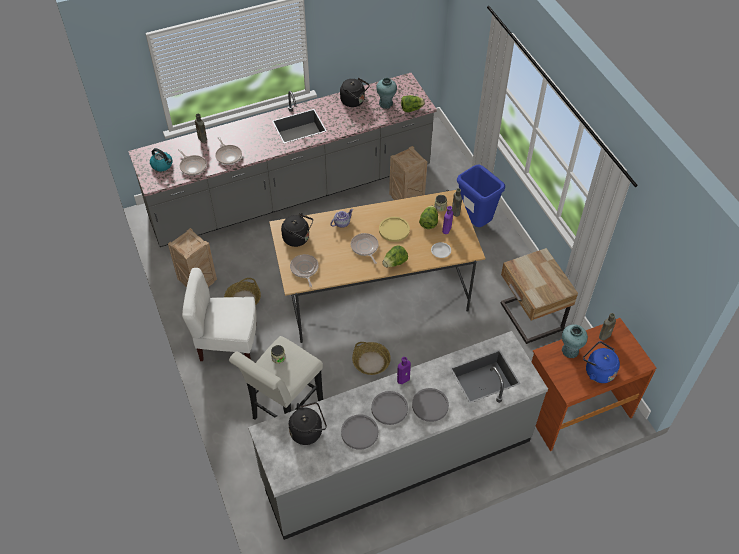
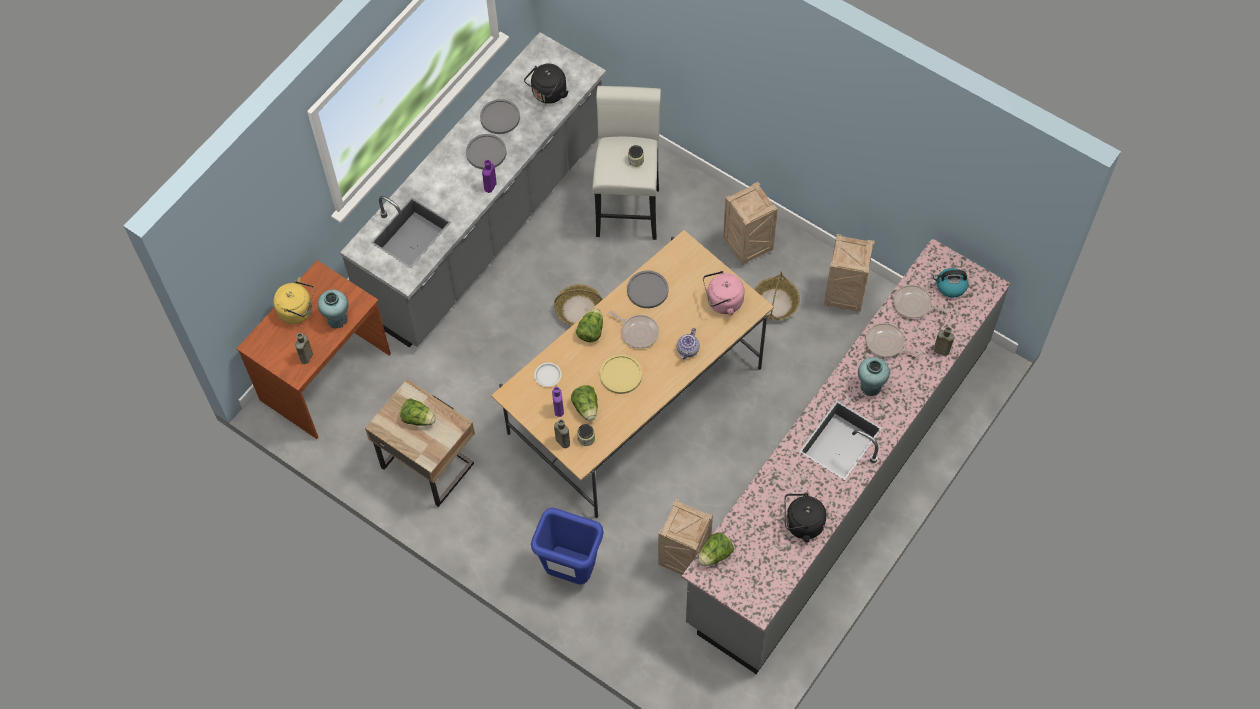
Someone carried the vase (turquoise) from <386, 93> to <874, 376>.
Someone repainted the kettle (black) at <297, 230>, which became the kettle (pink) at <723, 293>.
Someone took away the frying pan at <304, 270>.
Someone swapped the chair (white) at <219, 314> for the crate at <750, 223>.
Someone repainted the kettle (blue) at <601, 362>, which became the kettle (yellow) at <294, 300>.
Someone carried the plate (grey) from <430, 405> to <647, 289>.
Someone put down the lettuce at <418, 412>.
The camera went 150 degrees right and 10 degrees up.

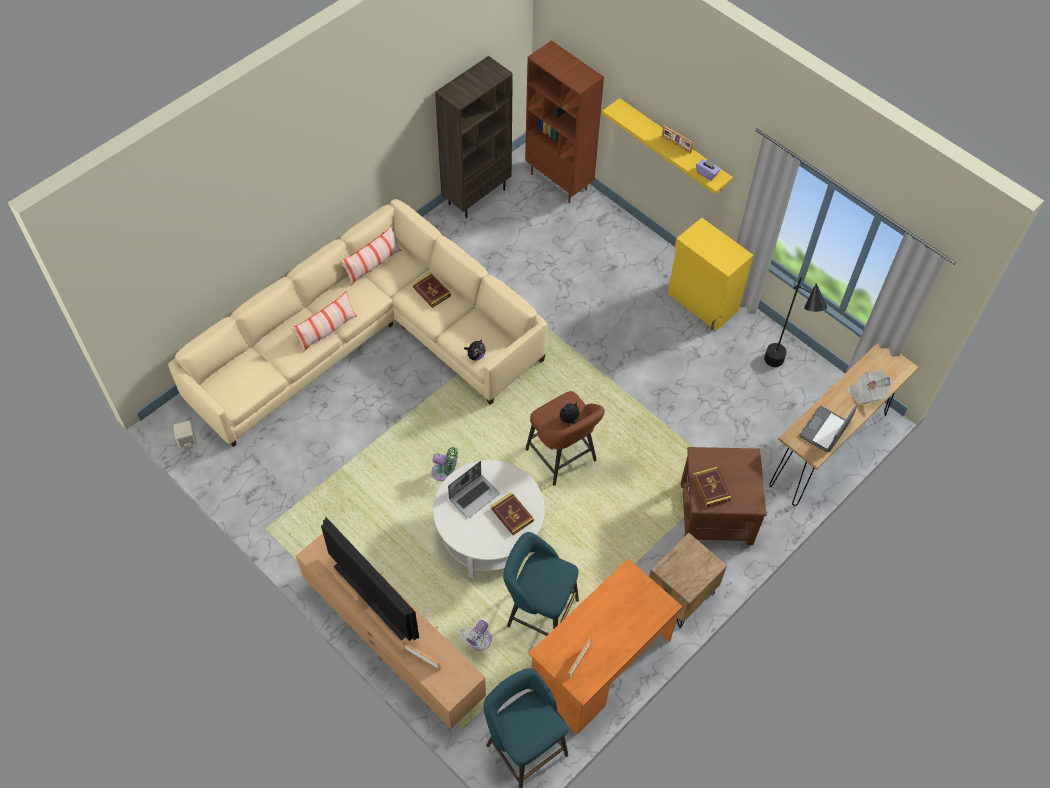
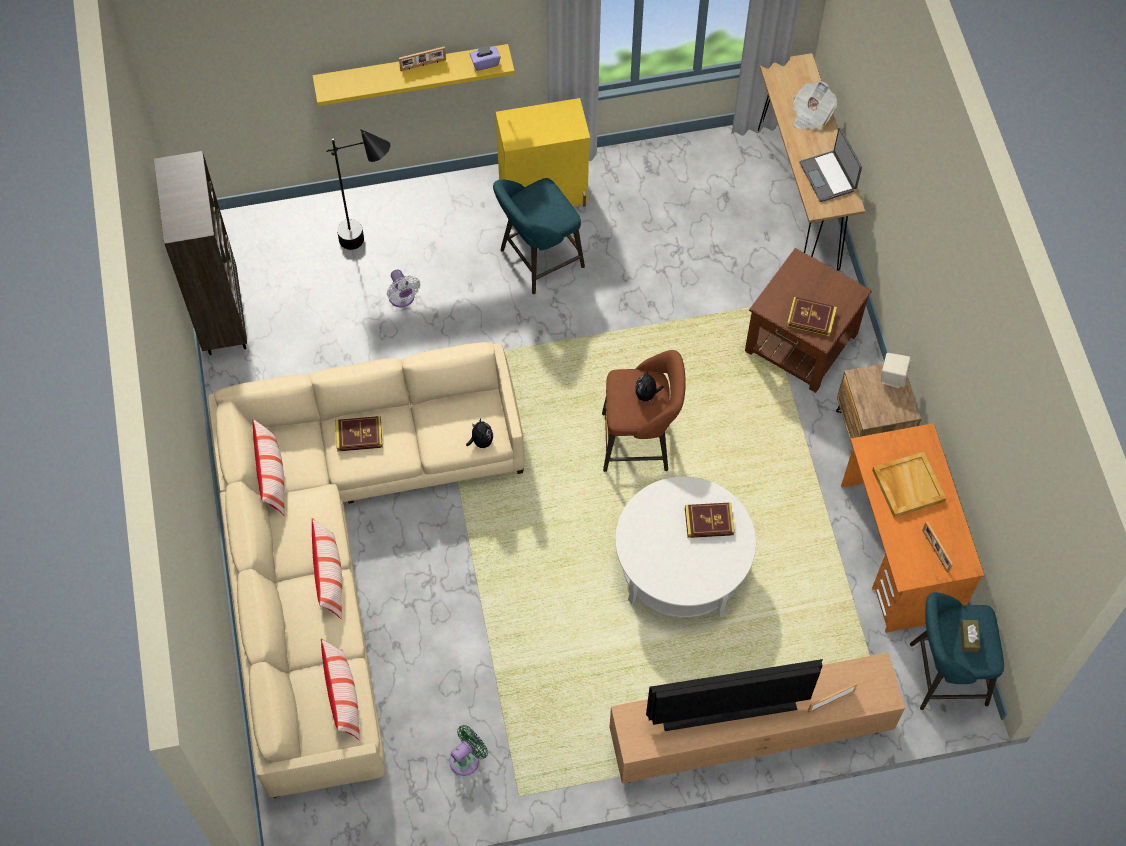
Someone took away the bookcase (brown) at <564, 121>.
Someone carried the floor lamp (black) from <795, 322> to <358, 189>.
Someone carried the speaker (beige) from <185, 434> to <896, 370>.
Someone carried the fan (green) from <445, 464> to <468, 750>.
Someone took away the laptop at <474, 489>.
Someone carried the stool (turquoise) from <541, 584> to <539, 236>.
Someone carried the fan (white) from <476, 635> to <404, 288>.
Someone put down the tray (beige) at <909, 485>.
Someone put down the tissue box (brown) at <970, 636>.
Someone put down the pillow at <340, 689>.
The camera went 55 degrees left and 5 degrees up.

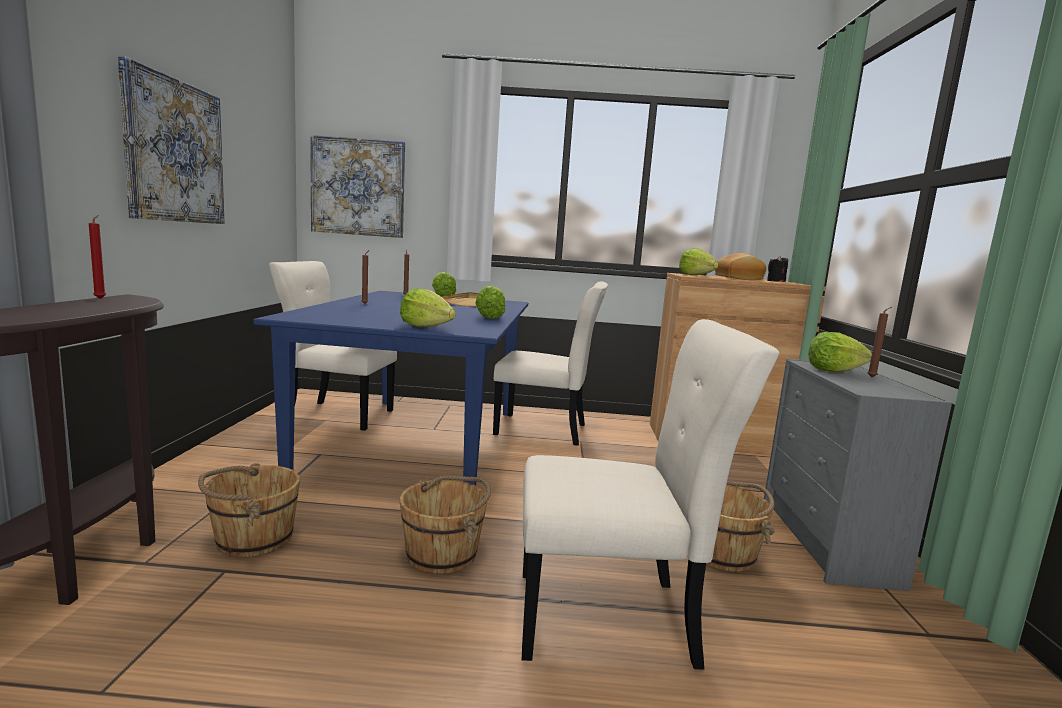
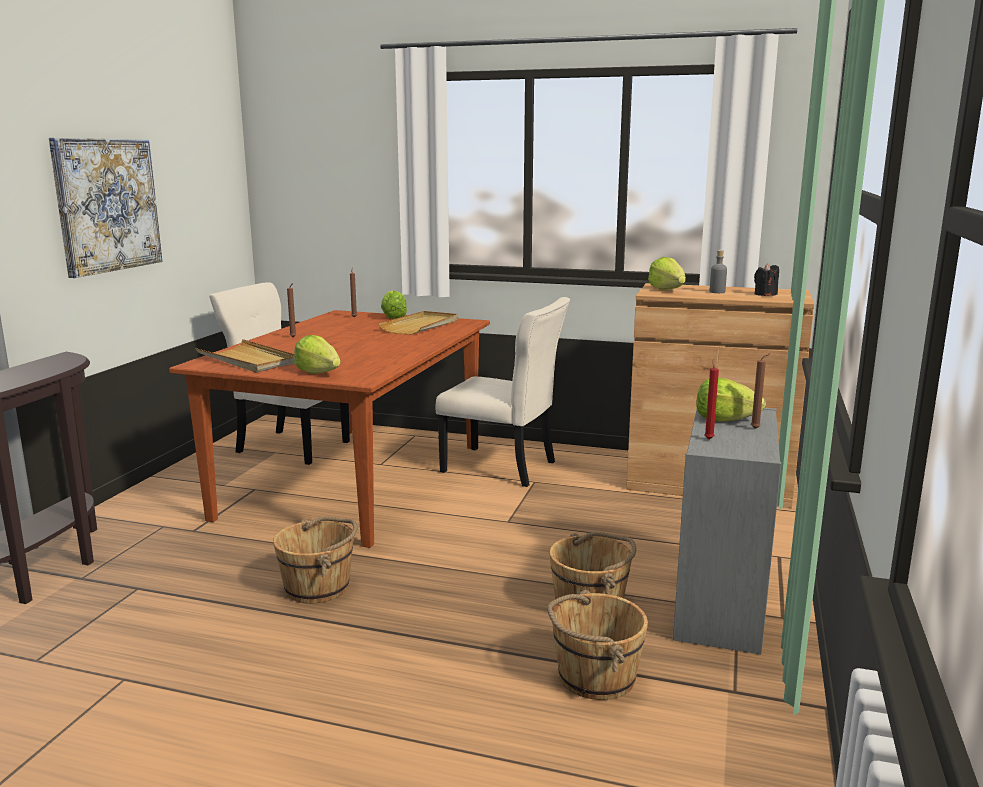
Someone took away the picture at <357, 186>.
Someone carried the candle (red) from <97, 257> to <711, 399>.
Someone swapped the bread at <740, 266> for the bottle (grey) at <718, 271>.
Someone took away the lettuce at <490, 302>.
Someone repainted the dining table (blue) at <390, 388>, which became the dining table (brown) at <329, 429>.
Someone took away the chair (beige) at <651, 494>.
Someone carried the bucket (brown) from <249, 510> to <597, 645>.
Someone put down the tray (beige) at <245, 356>.
The camera went 15 degrees right and 5 degrees up.

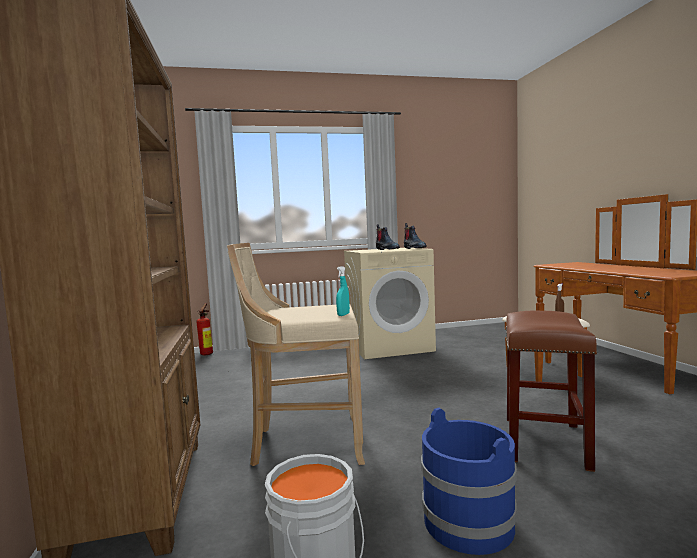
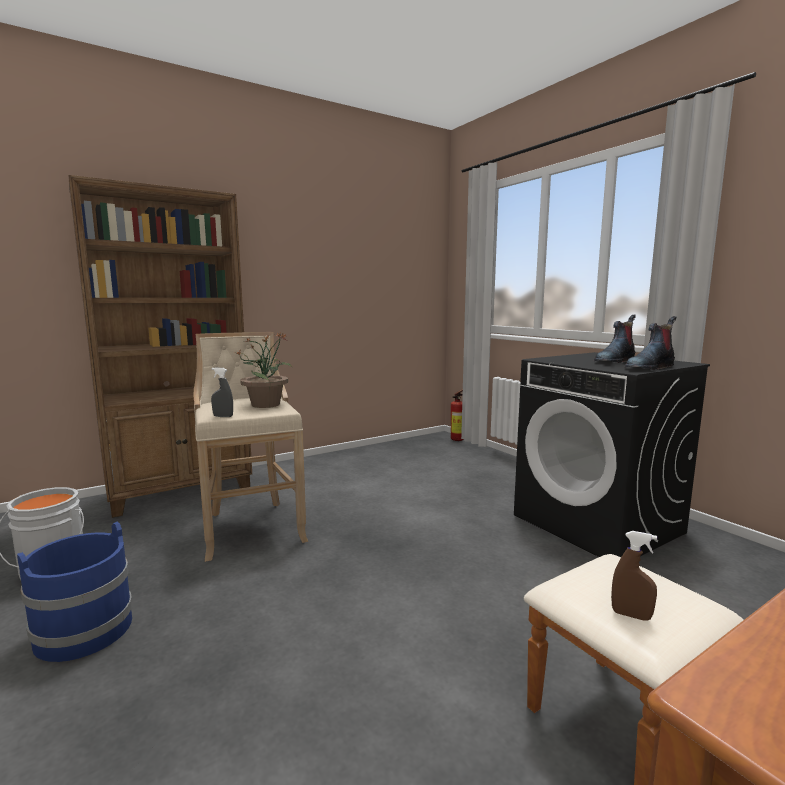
Someone repainted the washing machine (beige) at <390, 303>, which became the washing machine (black) at <612, 454>.
Someone repainted the spray bottle (turquoise) at <343, 291>, which became the spray bottle (grey) at <222, 392>.
Someone took away the stool (brown) at <551, 391>.
Someone put down the potted plant at <265, 370>.
The camera went 70 degrees right and 5 degrees up.

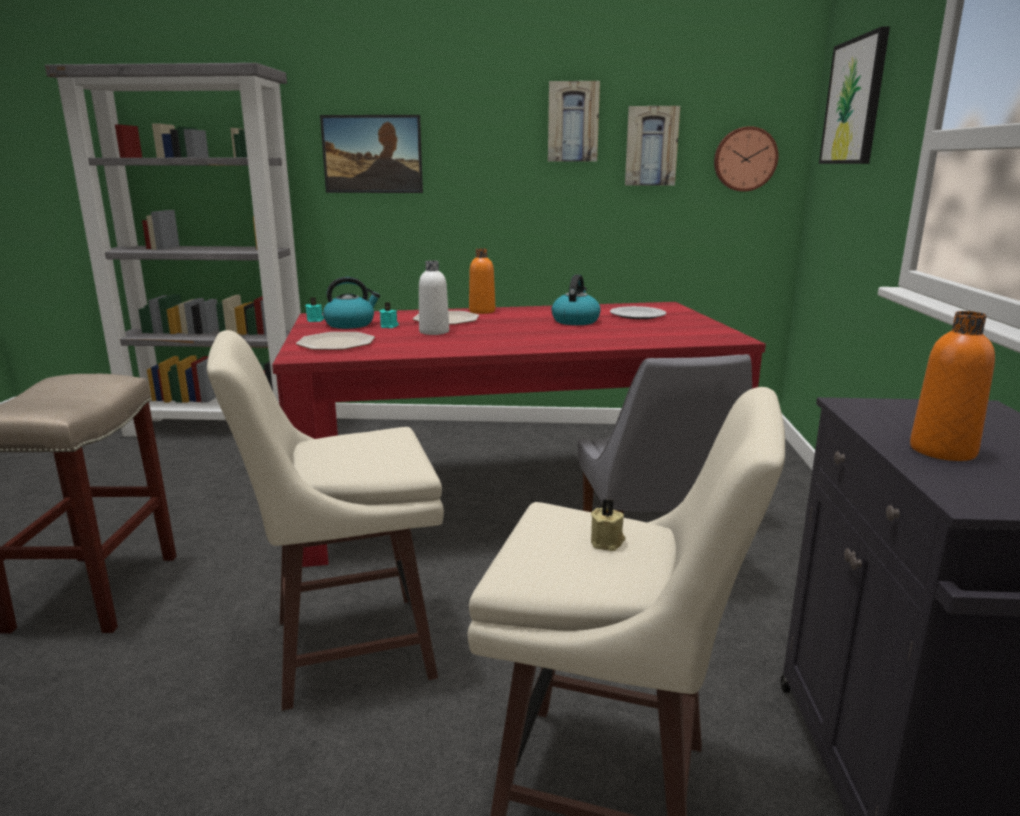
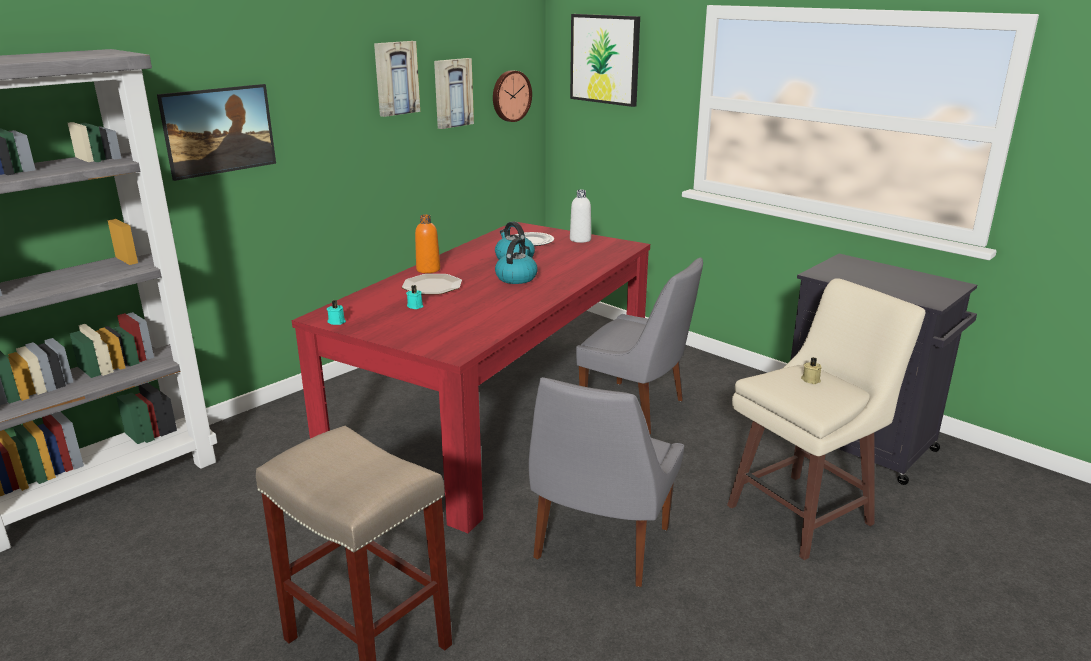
Someone carried the bottle (white) from <434, 297> to <580, 216>.
Someone carried the kettle from <351, 303> to <516, 261>.
Someone took away the bottle (orange) at <952, 386>.
Someone swapped the stool (beige) at <325, 520> for the chair (grey) at <606, 482>.
Someone took away the plate at <335, 341>.
The camera went 50 degrees left and 5 degrees up.

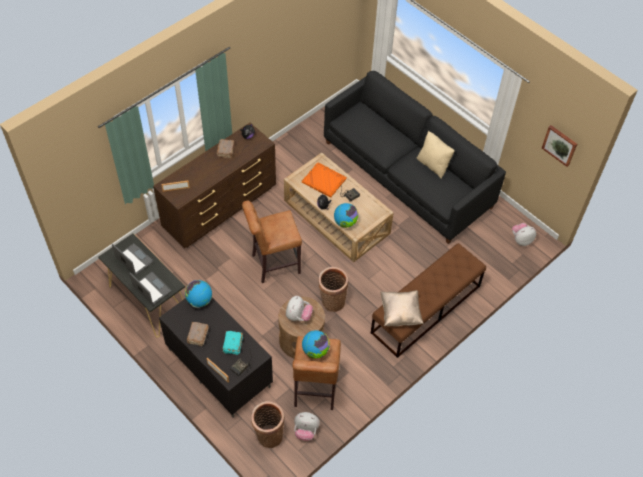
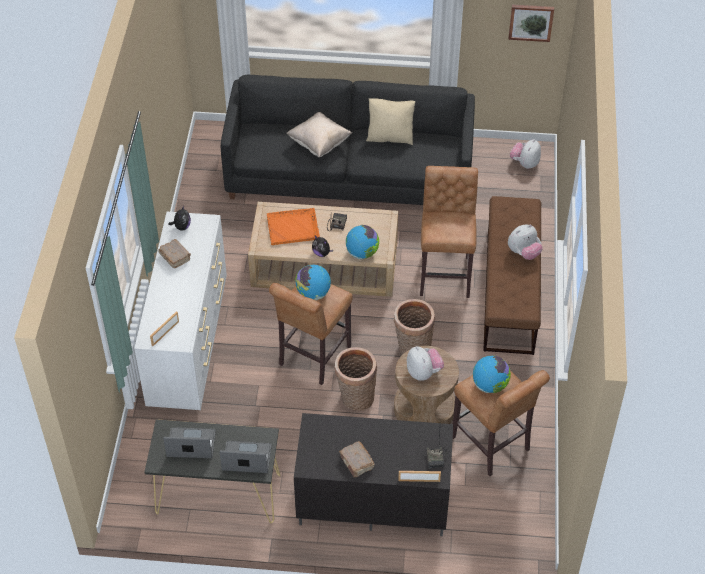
Someone repainted the dresser (brown) at <214, 185>, which became the dresser (white) at <180, 311>.
Someone carried the globe from <198, 294> to <313, 282>.
Someone carried the pillow (beige) from <402, 308> to <319, 134>.
Someone took away the book (turquoise) at <232, 343>.
Someone carried the basket from <268, 424> to <355, 379>.
Someone carried the plush toy from <307, 426> to <525, 242>.
Someone put down the stool (brown) at <449, 232>.
The camera went 40 degrees left and 5 degrees down.

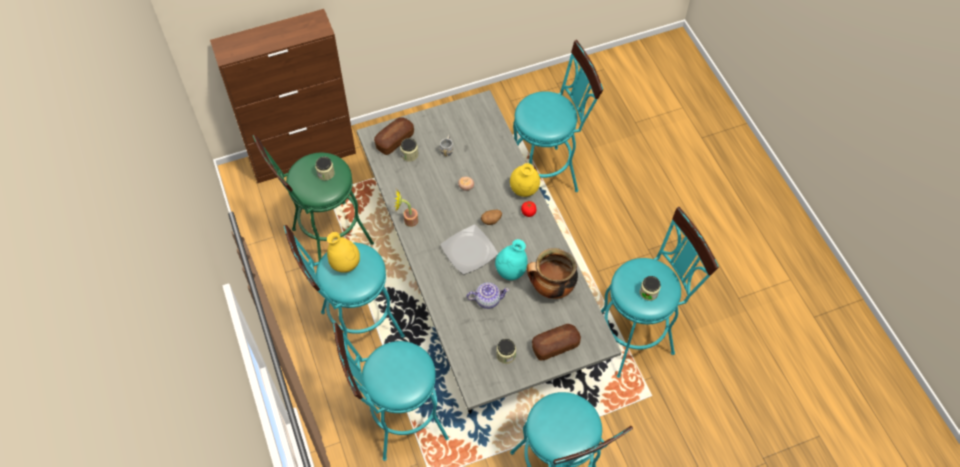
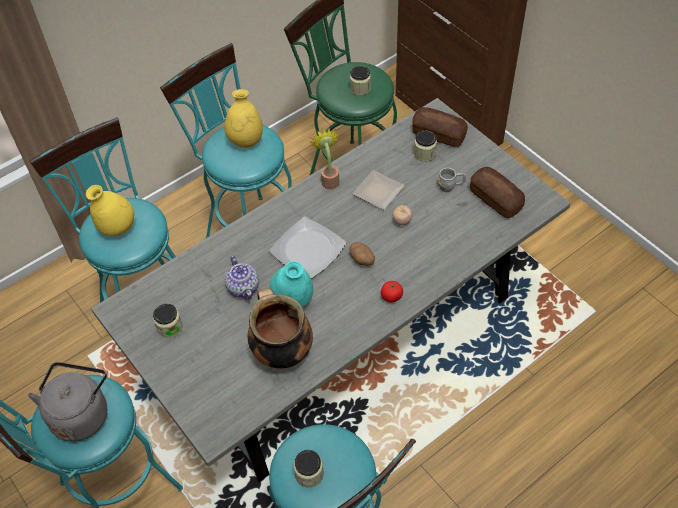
Someone took away the stool (turquoise) at <558, 116>.
Someone carried the vase (yellow) from <525, 180> to <110, 210>.
Someone carried the bread from <556, 342> to <497, 192>.
Someone put down the plate at <378, 190>.
Someone put down the kettle (grey) at <67, 402>.
The camera went 75 degrees right and 5 degrees down.

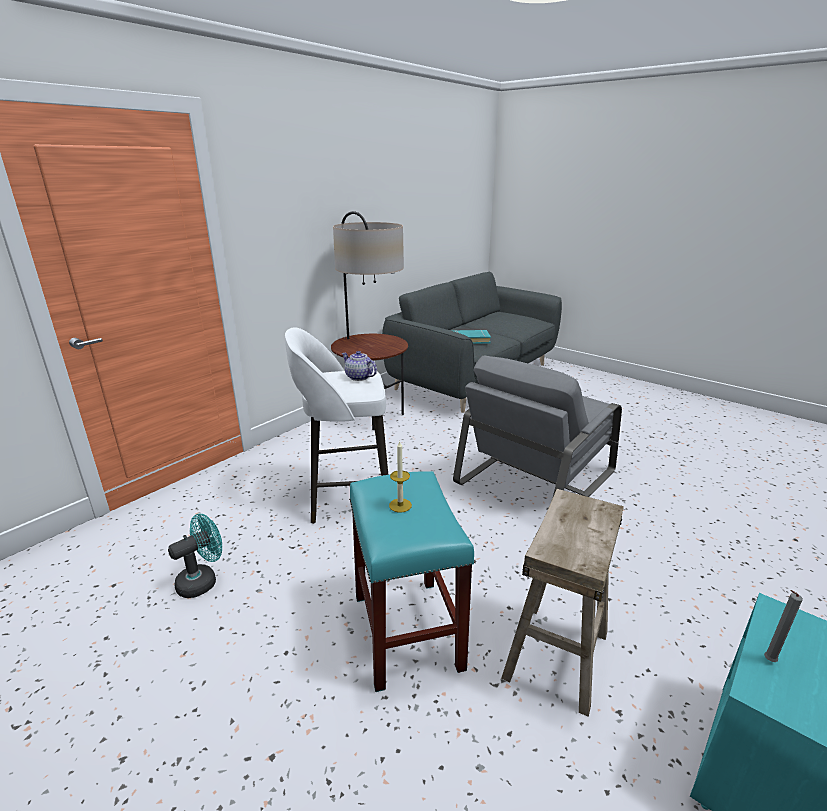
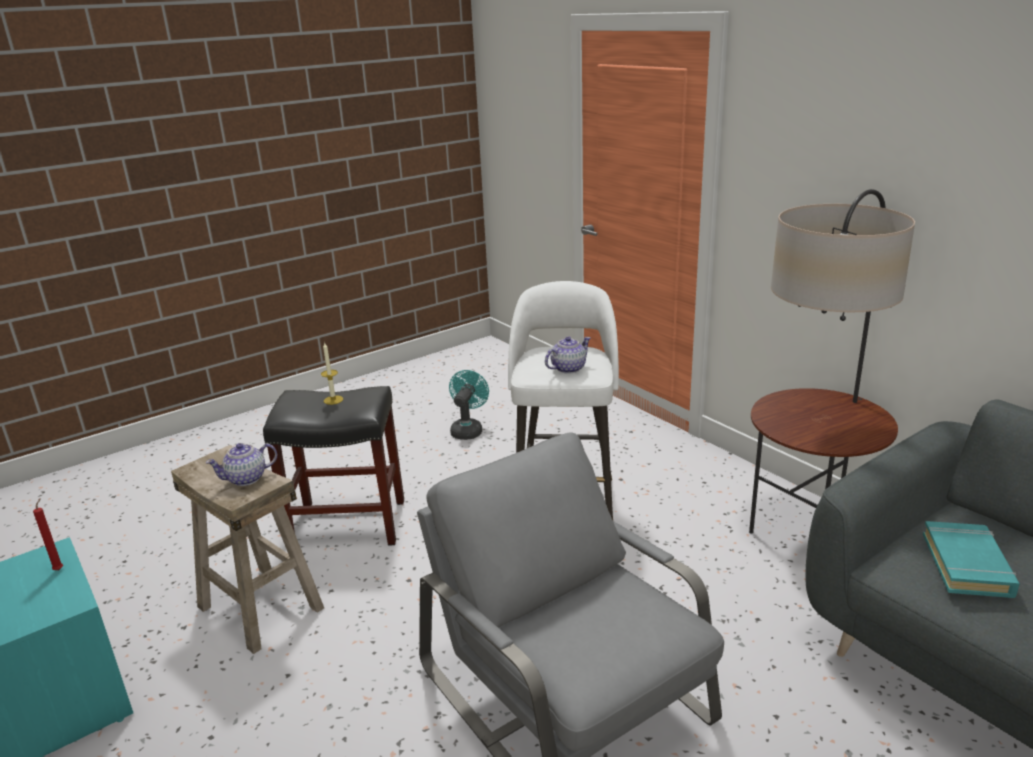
Someone repainted the stool (turquoise) at <412, 581>, which became the stool (black) at <333, 465>.
Someone rotated the fan (turquoise) at <195, 555> by 135 degrees counterclockwise.
Someone repainted the candle (grey) at <783, 626>, which became the candle (red) at <48, 534>.
Someone put down the teapot at <241, 464>.
The camera went 105 degrees right and 0 degrees up.

